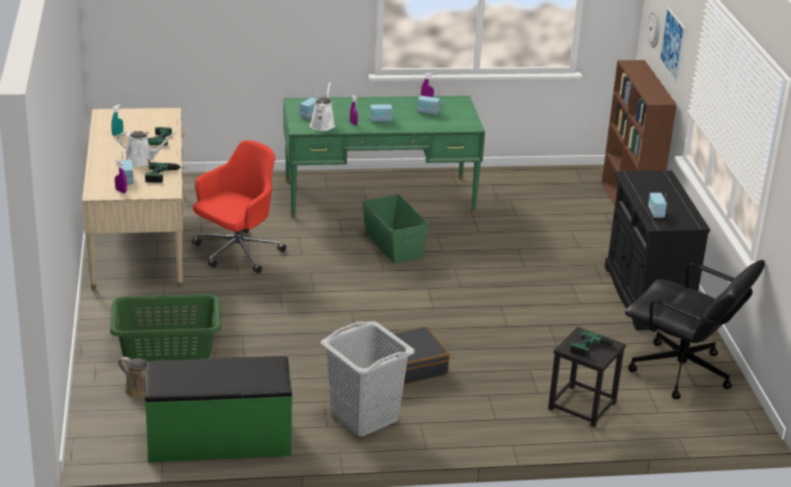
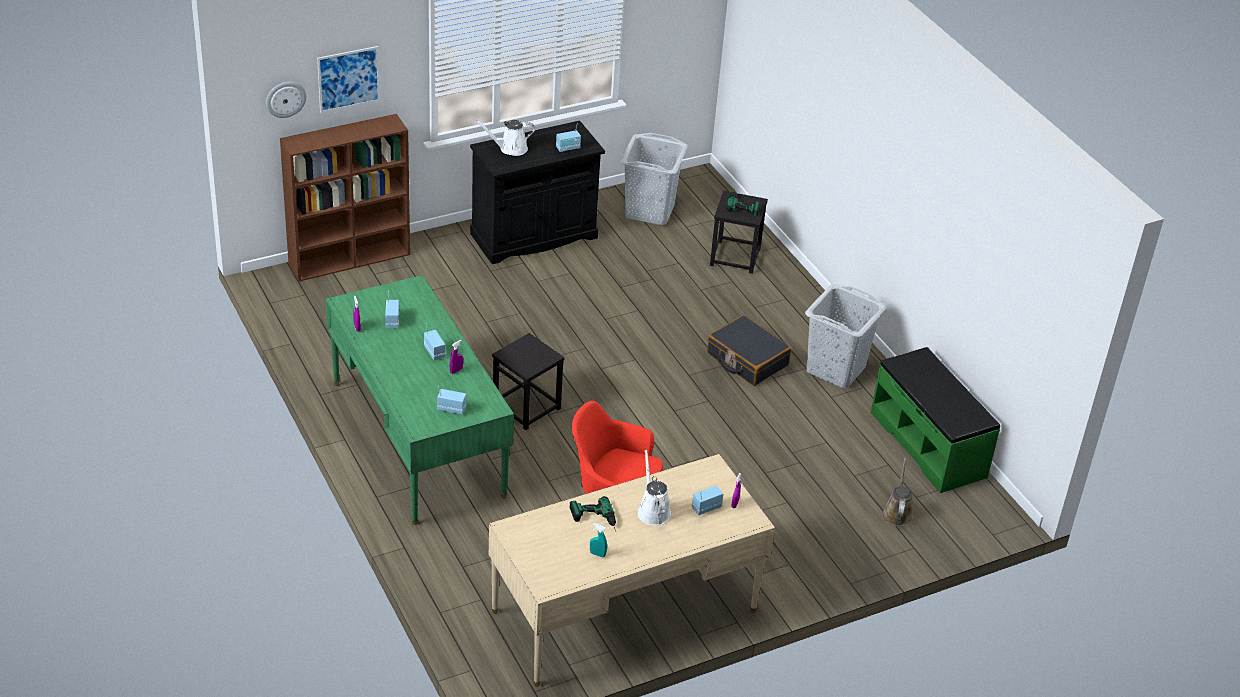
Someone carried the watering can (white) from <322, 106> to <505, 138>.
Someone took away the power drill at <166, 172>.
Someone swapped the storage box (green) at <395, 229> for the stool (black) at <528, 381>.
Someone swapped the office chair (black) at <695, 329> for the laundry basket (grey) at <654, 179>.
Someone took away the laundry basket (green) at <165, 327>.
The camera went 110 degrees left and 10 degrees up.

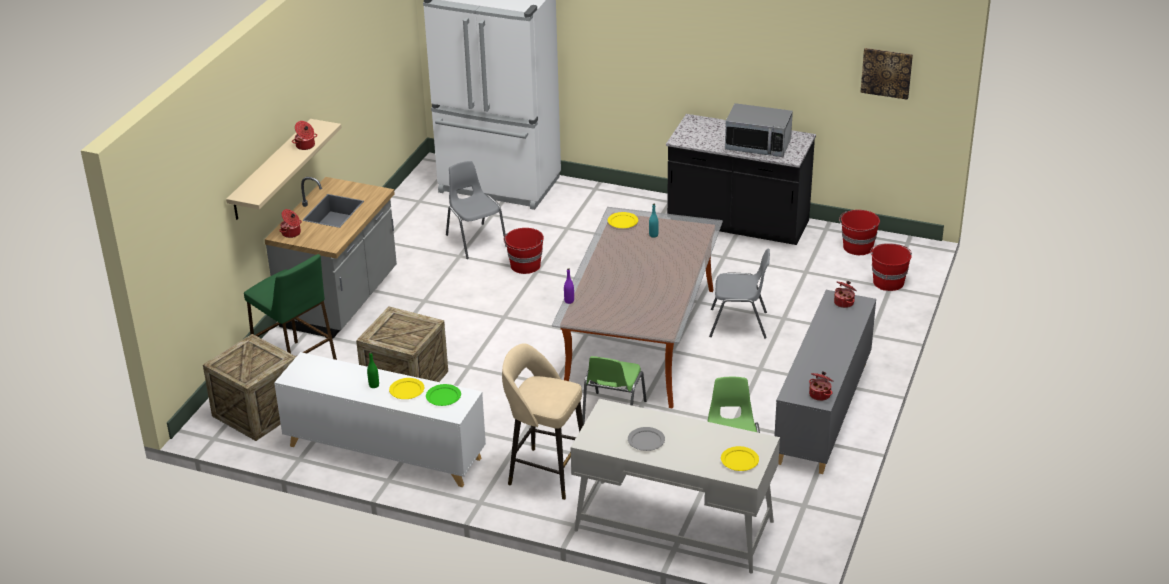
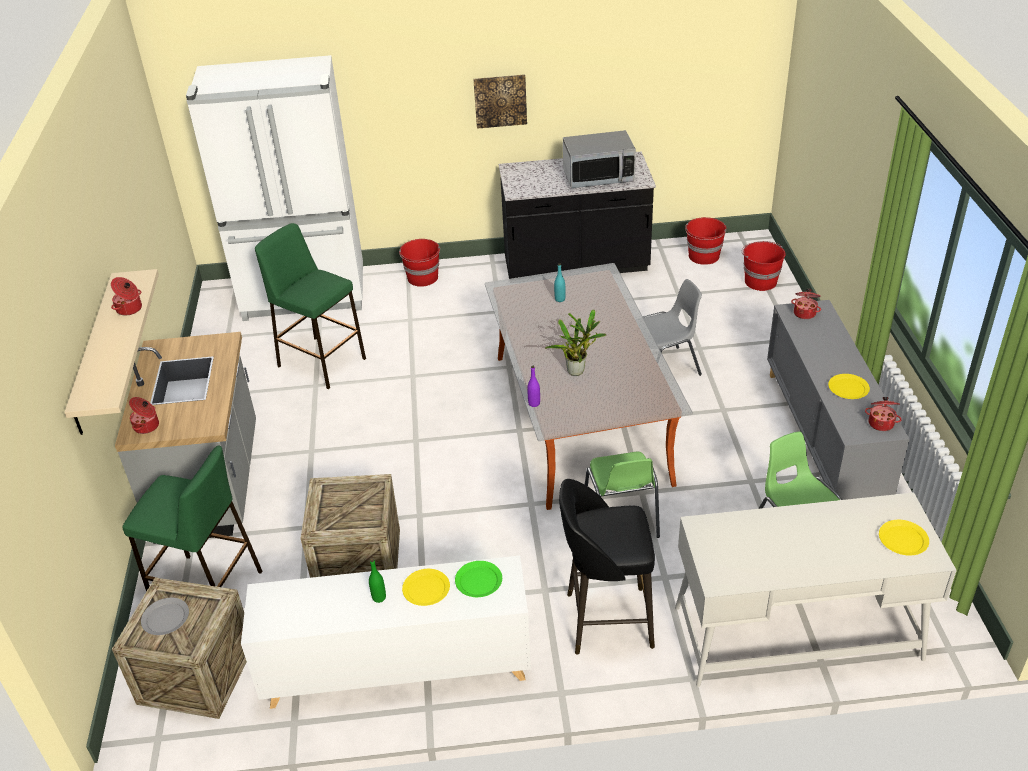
Someone carried the picture from <886, 74> to <500, 102>.
Someone swapped the chair (grey) at <476, 210> for the stool (green) at <310, 306>.
Someone carried the plate (yellow) from <623, 220> to <849, 386>.
Someone carried the bucket (red) from <524, 251> to <419, 263>.
Someone repainted the stool (beige) at <542, 421>, which became the stool (black) at <607, 567>.
Someone carried the plate (grey) from <646, 439> to <165, 616>.
Someone put down the potted plant at <576, 343>.
The camera went 25 degrees left and 5 degrees up.

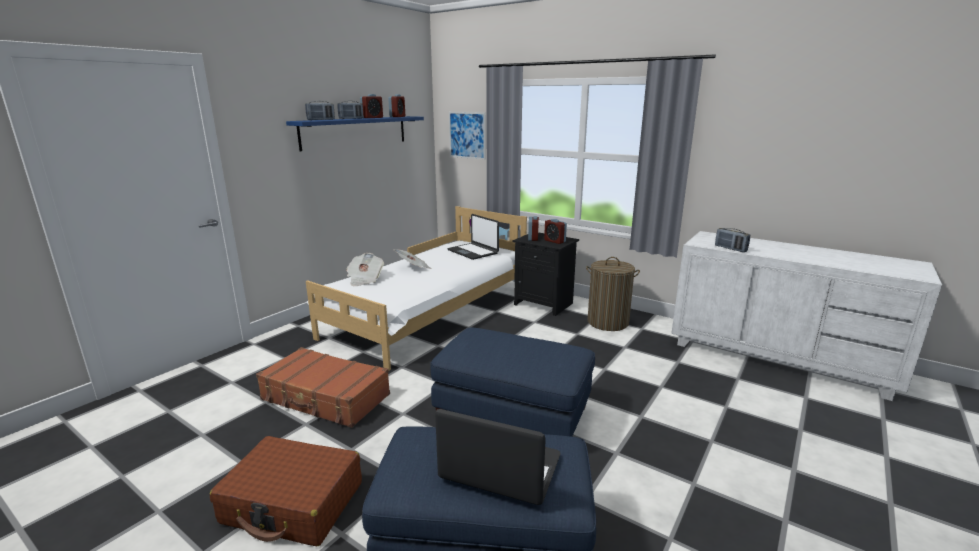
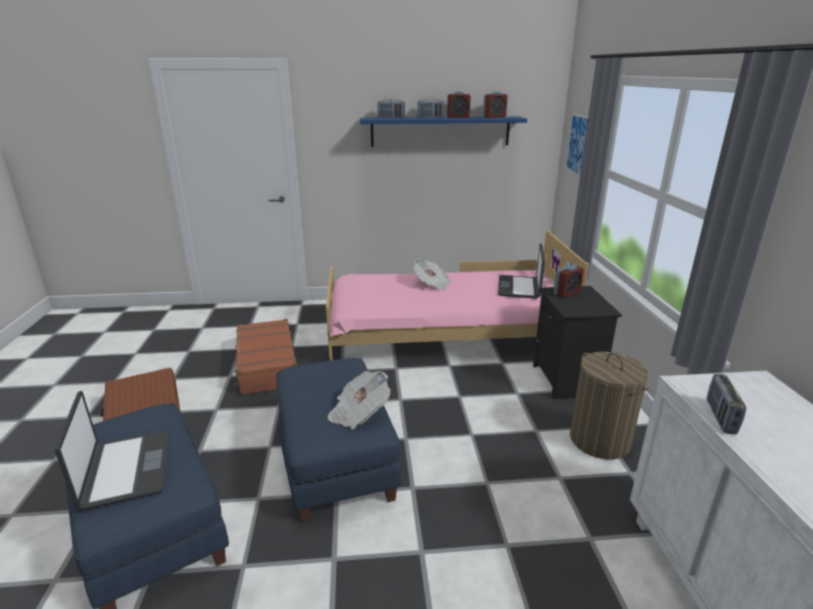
Someone repainted the bed (white) at <416, 288>, which became the bed (pink) at <457, 295>.
Someone took away the alarm clock at <555, 231>.
Someone carried the newspaper from <365, 269> to <358, 400>.
The camera went 50 degrees right and 5 degrees up.

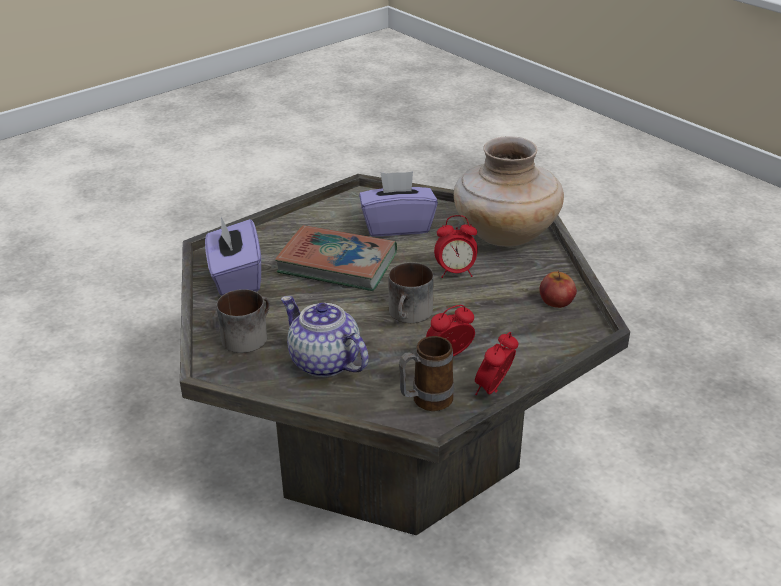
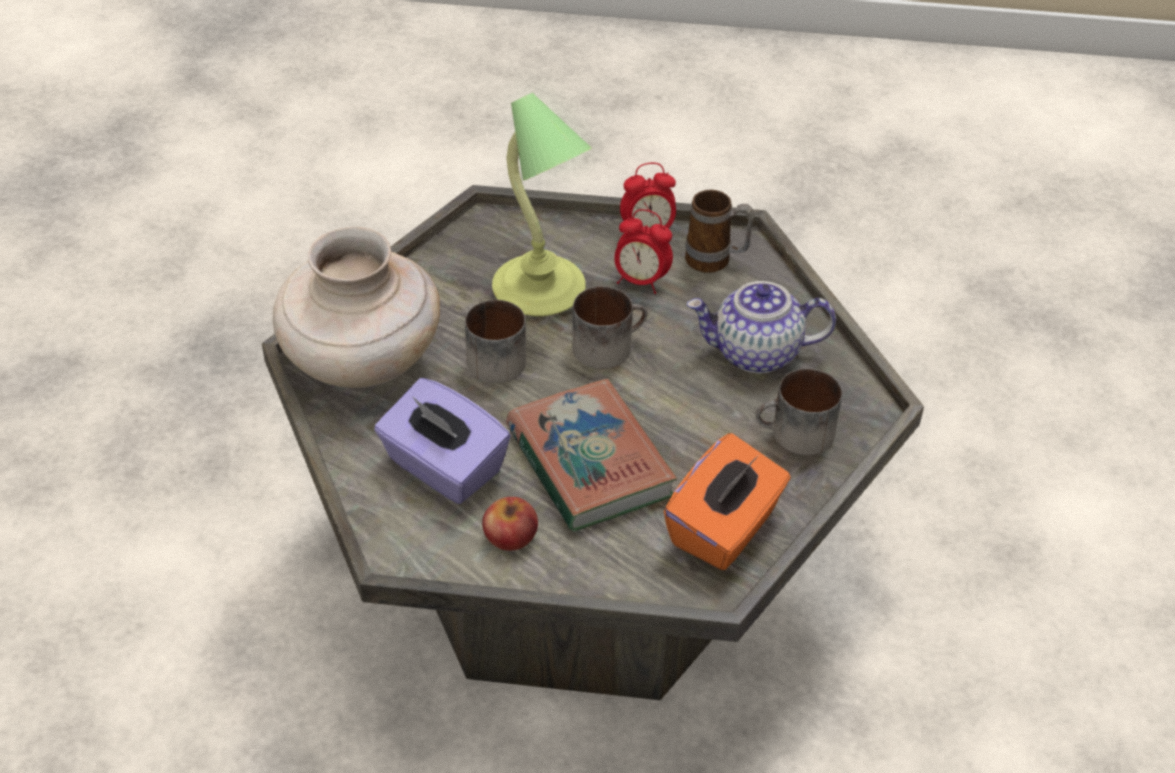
Someone swapped the alarm clock at <456, 246> for the mug at <495, 341>.
Someone repainted the tissue box (purple) at <233, 256>, which became the tissue box (orange) at <727, 501>.
Someone carried the apple from <558, 289> to <510, 524>.
Someone rotated the teapot at <325, 337> by 90 degrees clockwise.
Someone put down the table lamp at <542, 204>.
The camera went 135 degrees left and 10 degrees up.

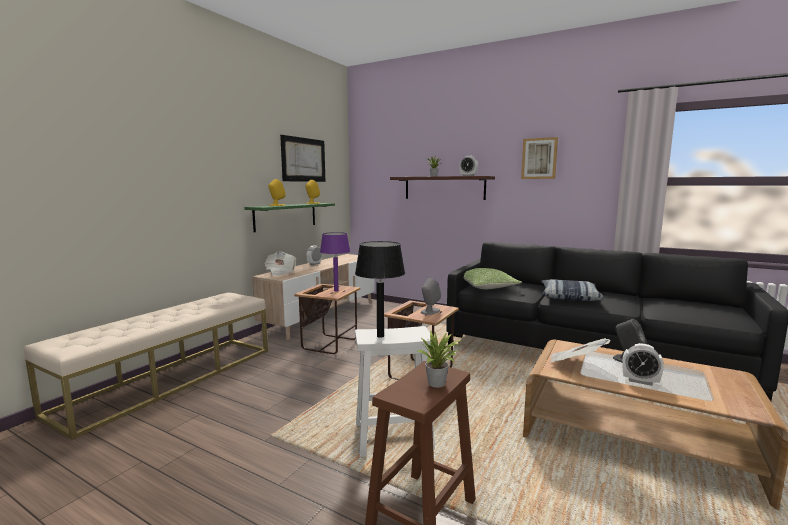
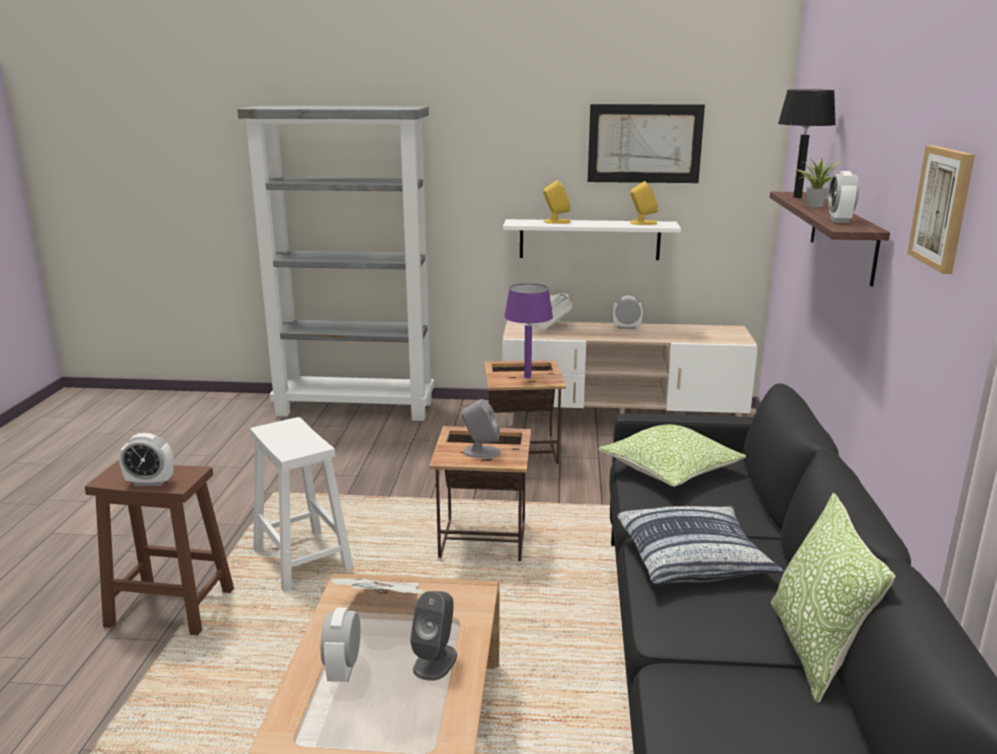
Someone repainted the shelf (green) at <289, 217>, which became the shelf (white) at <592, 239>.
Someone carried the table lamp (black) from <380, 289> to <807, 143>.
Someone swapped the bench (beige) at <146, 366> for the bookcase (grey) at <335, 263>.
Someone swapped the potted plant at <439, 359> for the alarm clock at <146, 459>.
Someone put down the pillow at <833, 598>.
The camera went 65 degrees right and 10 degrees up.

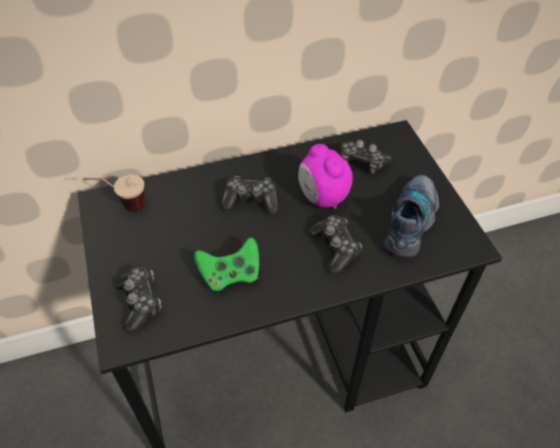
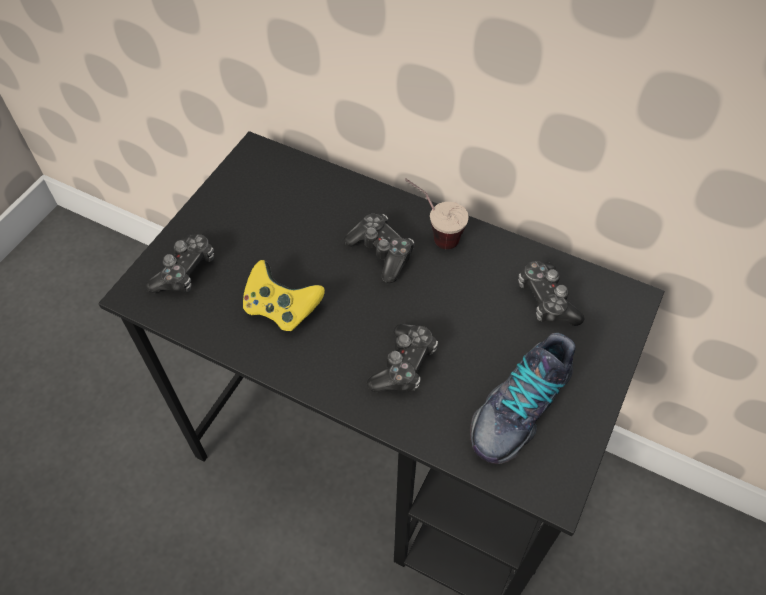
Someone took away the alarm clock at <325, 176>.
Someone carried the cup from <113, 193> to <437, 214>.
Someone rotated the shoe at <411, 216> by 150 degrees clockwise.
Someone repainted the game controller (green) at <226, 264>, which became the game controller (yellow) at <284, 295>.
The camera went 45 degrees right and 5 degrees up.

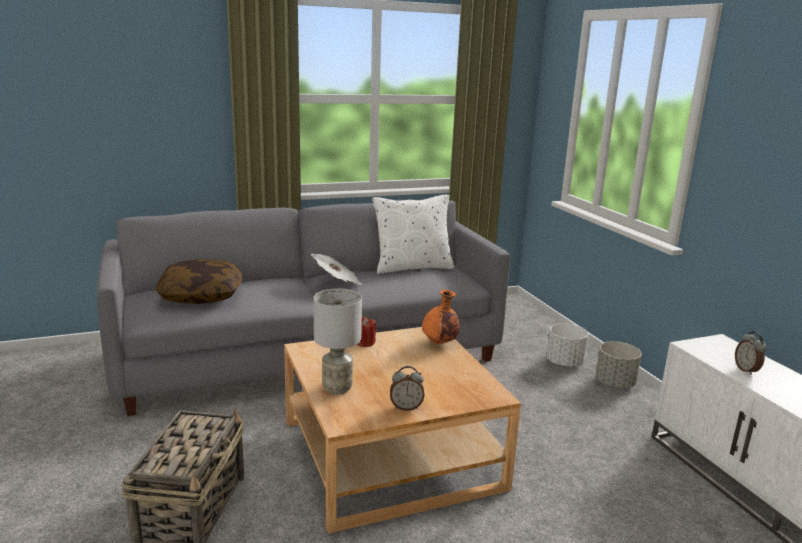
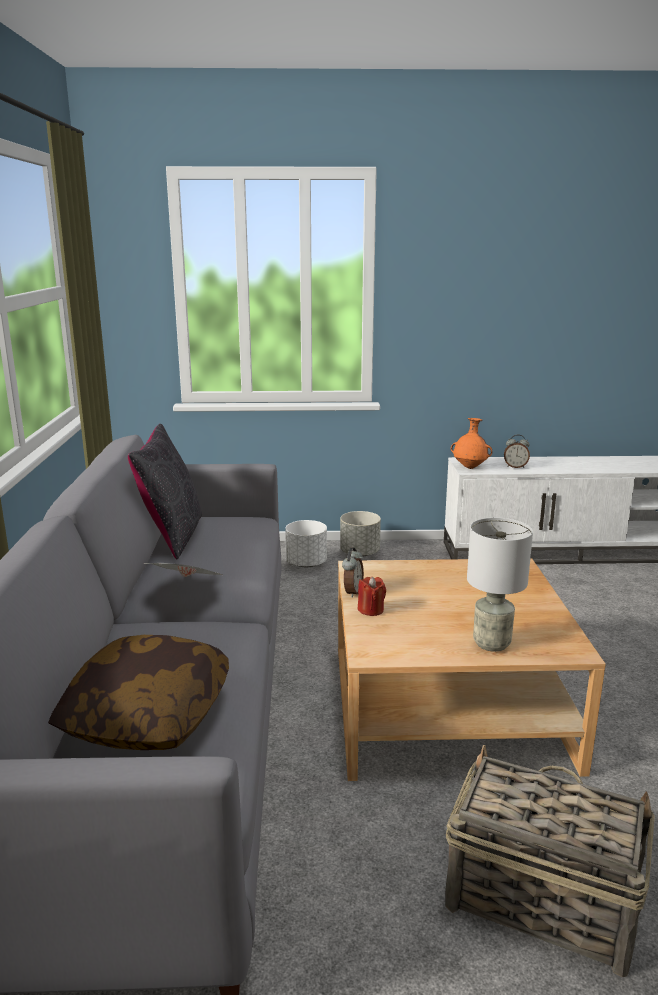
Someone repainted the pillow (white) at <413, 234>, which became the pillow (black) at <165, 492>.
Someone carried the vase (orange) from <441, 316> to <471, 443>.
Someone carried the alarm clock from <407, 388> to <353, 573>.
The camera went 70 degrees left and 0 degrees up.

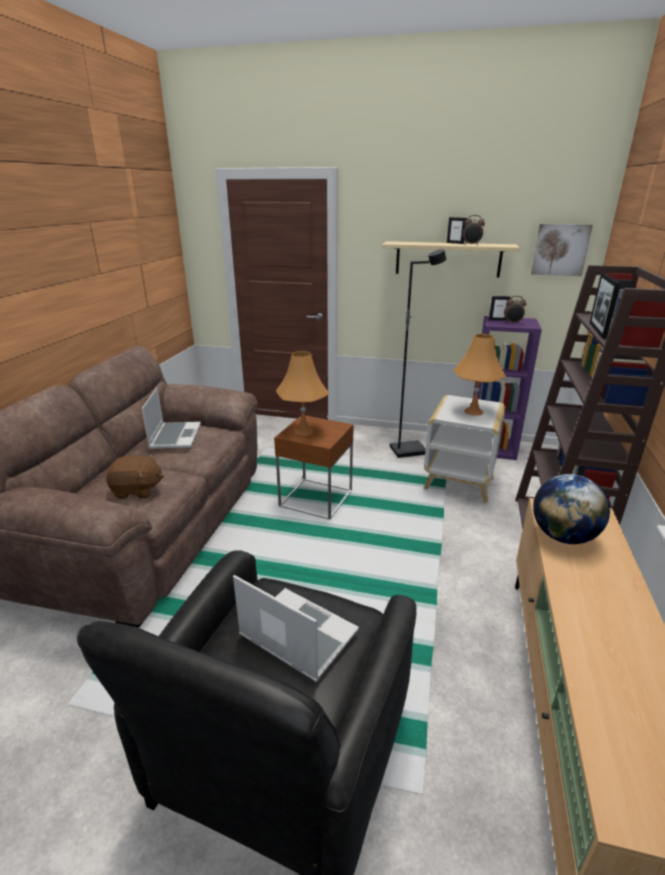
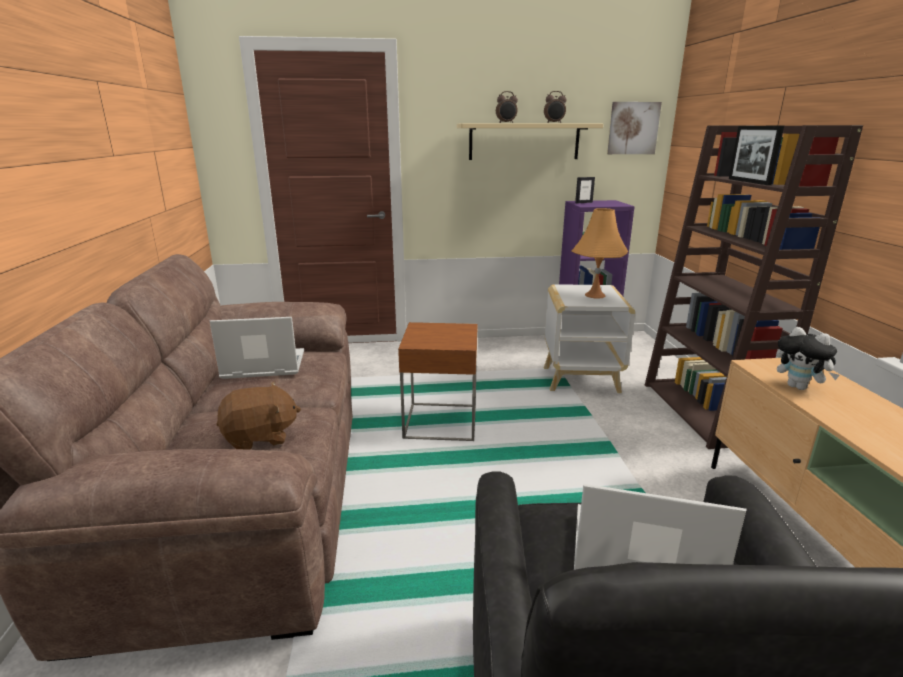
Someone took away the picture frame at <457, 230>.
Someone took away the floor lamp (black) at <418, 353>.
Someone carried the alarm clock from <515, 309> to <507, 107>.
Someone took away the table lamp (orange) at <302, 393>.
Someone rotated the laptop at <171, 418> by 75 degrees counterclockwise.
Someone swapped the globe at <571, 509> for the plush toy at <808, 358>.
The camera went 20 degrees left and 5 degrees down.

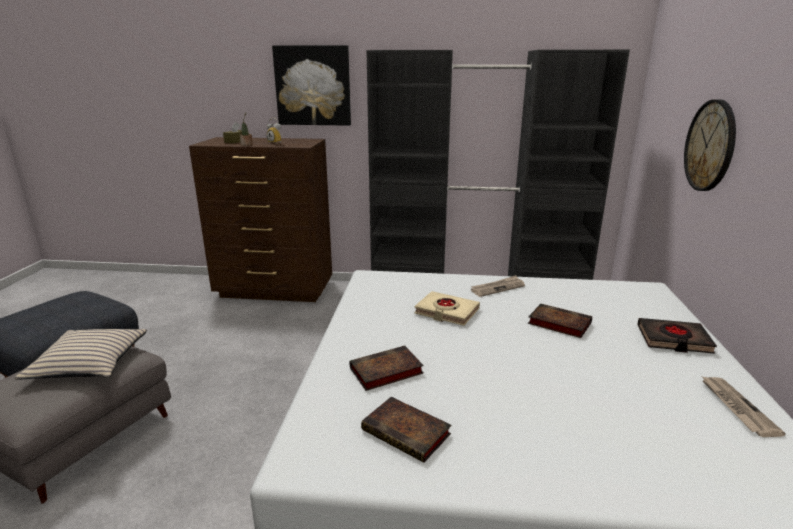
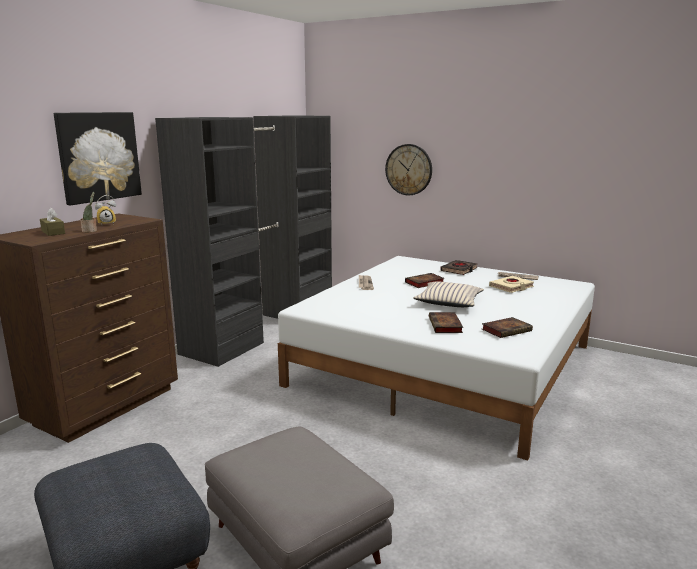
Someone carried the book (beige) from <447, 308> to <511, 284>.
Someone carried the pillow (beige) from <80, 354> to <448, 294>.
The camera went 65 degrees left and 5 degrees down.

